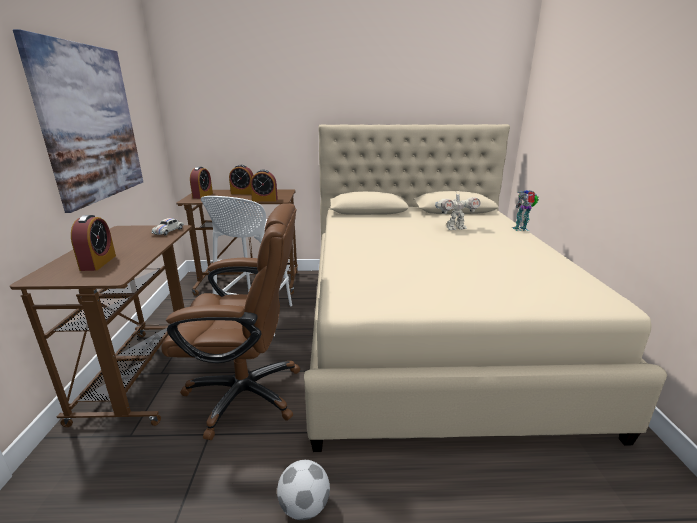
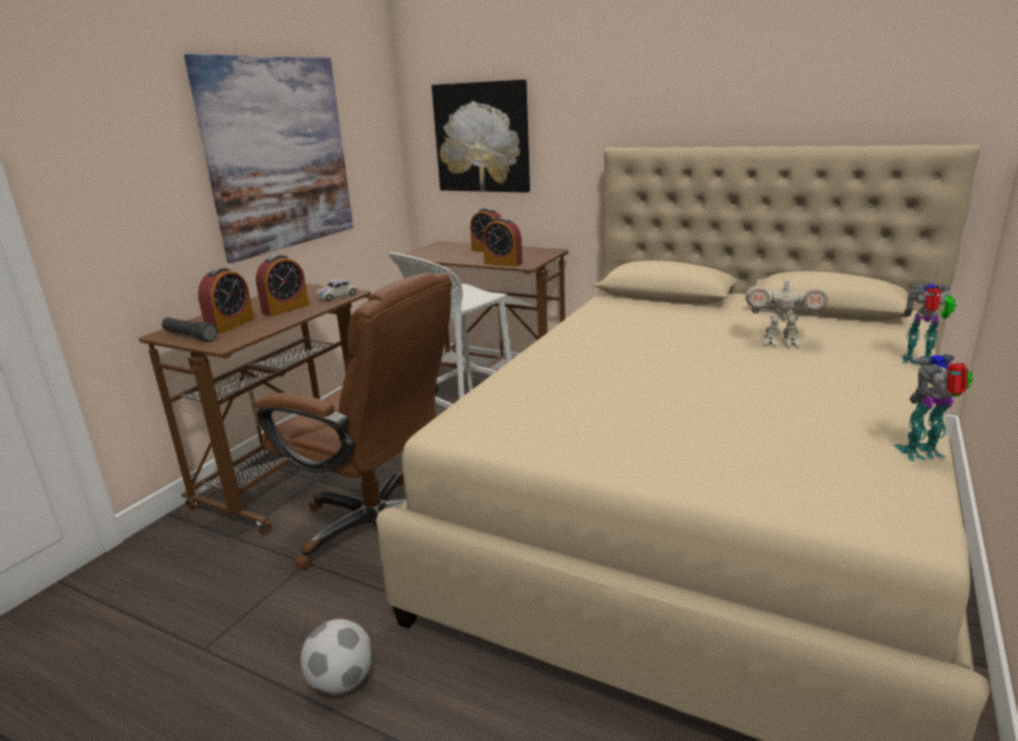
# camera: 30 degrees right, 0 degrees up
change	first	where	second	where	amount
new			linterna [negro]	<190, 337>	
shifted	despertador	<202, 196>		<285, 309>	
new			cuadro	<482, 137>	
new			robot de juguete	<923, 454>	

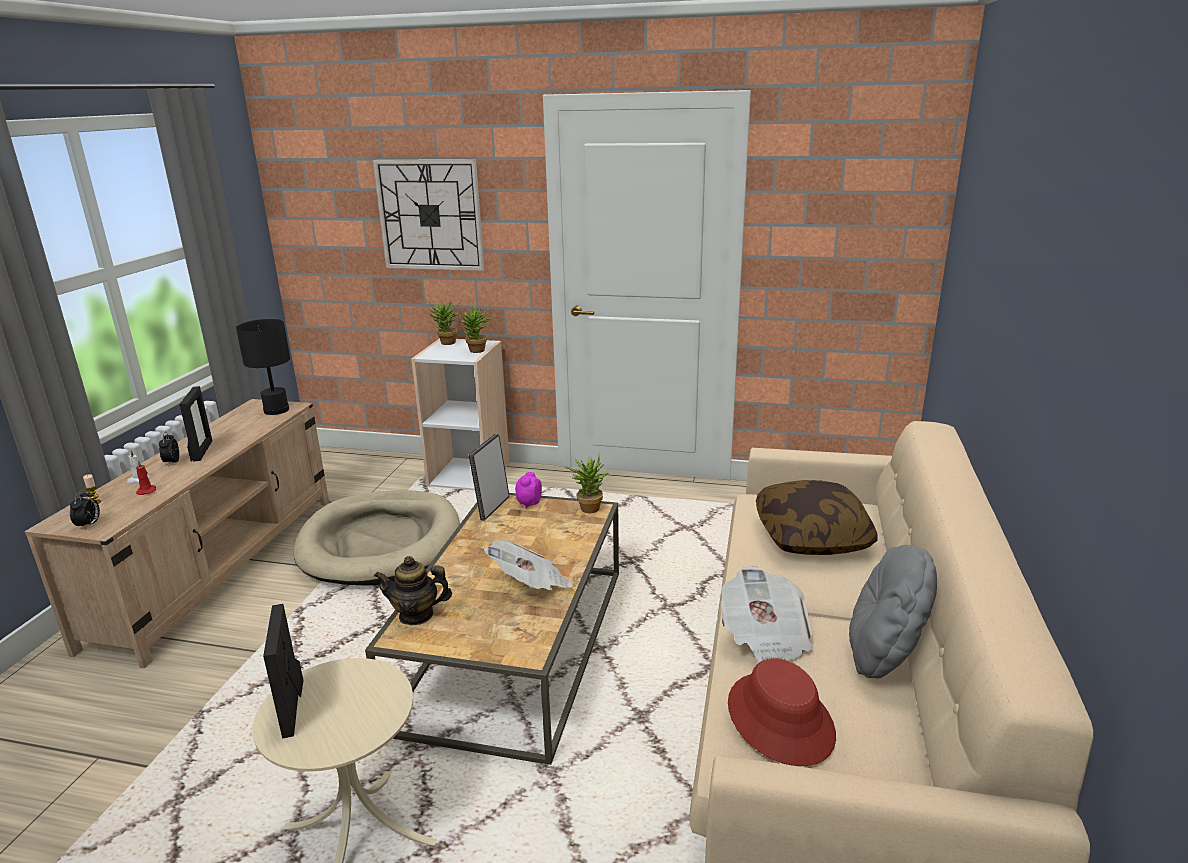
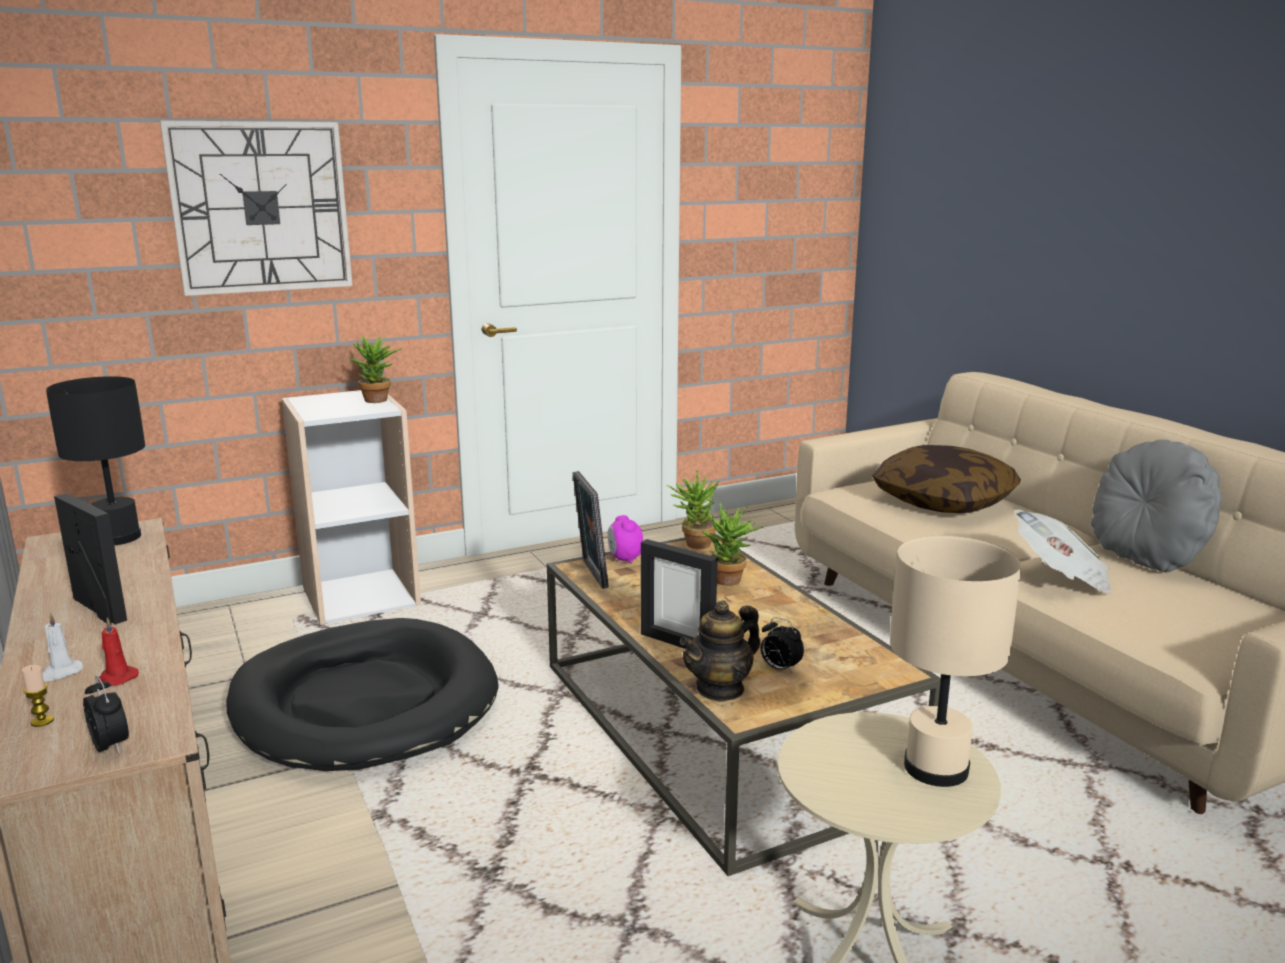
# camera: 40 degrees left, 5 degrees down
change	first	where	second	where	amount
repainted	cama para perro [beis]	<381, 543>	cama para perro [negro]	<364, 703>	
shifted	portarretratos	<293, 708>		<678, 642>	
shifted	planta en maceta	<446, 343>		<729, 583>	
shifted	despertador	<172, 462>		<779, 669>	
new			lámpara de mesa [beis]	<934, 768>	
gone	periódico	<530, 585>			
gone	sombrero [rojo]	<780, 719>			

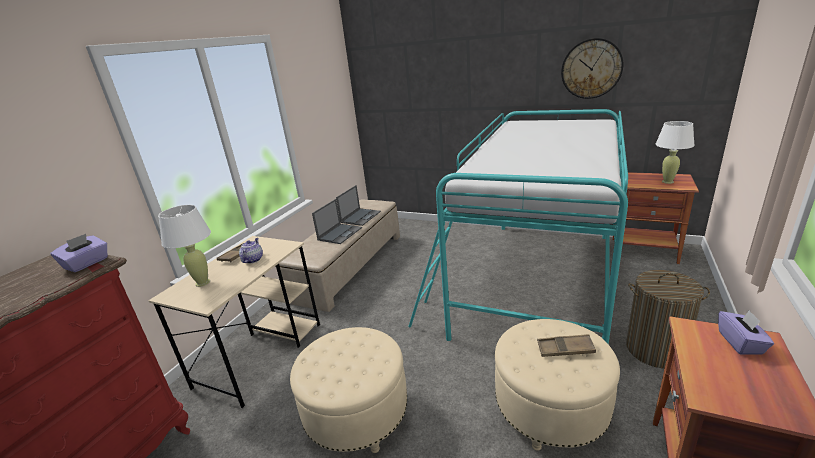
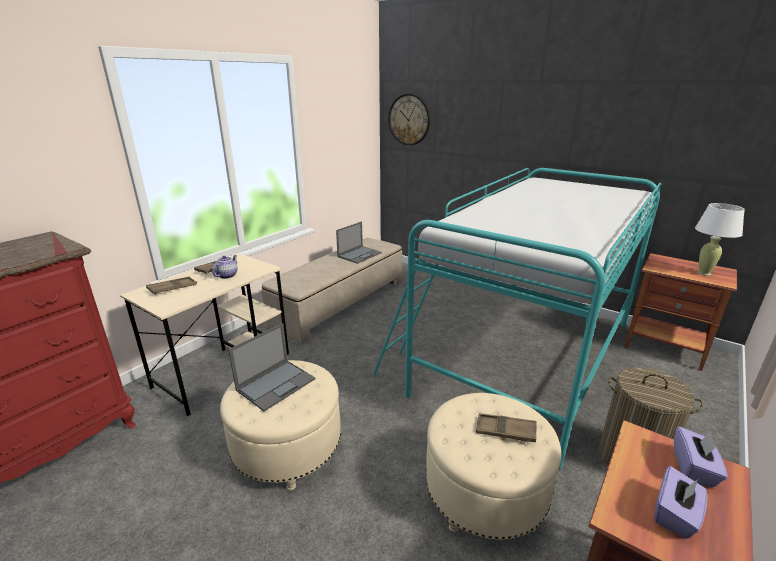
# camera: 10 degrees right, 0 degrees up
change	first	where	second	where	amount
swapped	lámpara de mesa [blanco]	<202, 282>	bandeja [marrón]	<172, 288>	
shifted	portátil	<340, 233>		<276, 384>	
shifted	reloj de pared	<591, 69>		<409, 120>	
shifted	caja de pañuelos [morado]	<87, 263>		<675, 515>	

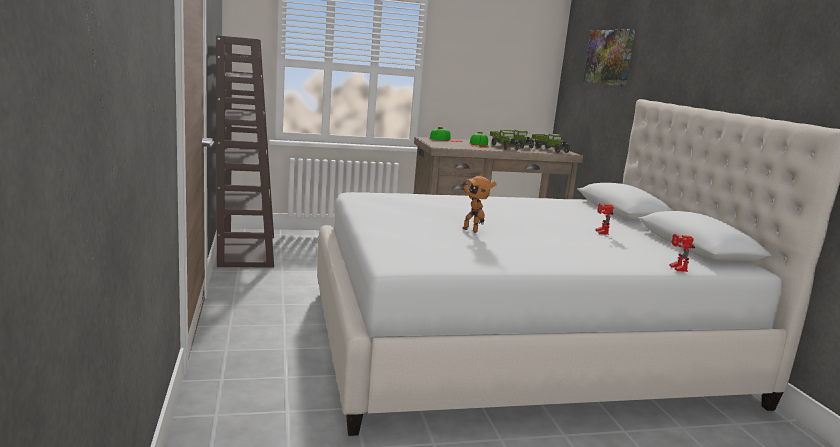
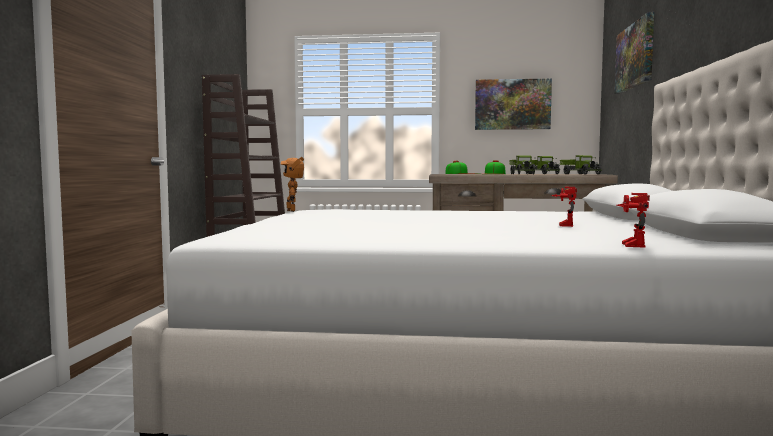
# camera: 20 degrees right, 10 degrees down
change	first	where	second	where	amount
shifted	robot de juguete	<471, 230>		<293, 211>	
new			cuadro	<512, 104>	

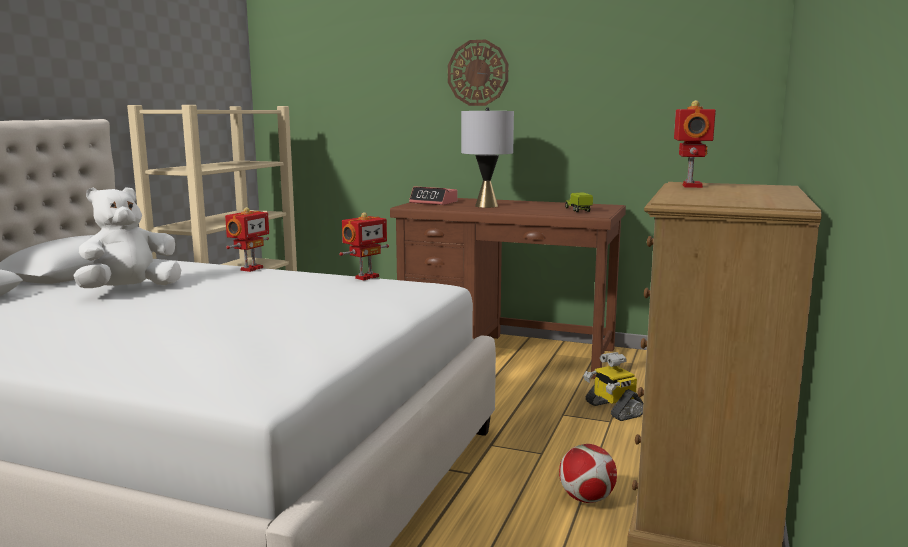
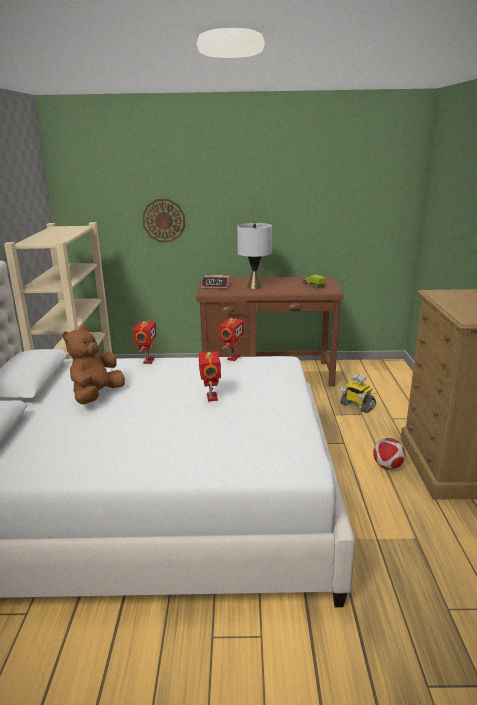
# camera: 20 degrees left, 10 degrees up
change	first	where	second	where	amount
repainted	peluche [blanco]	<130, 290>	peluche [marrón]	<96, 395>	
shifted	reloj de pared	<478, 73>		<164, 220>	
shifted	robot de juguete	<690, 186>		<211, 397>	

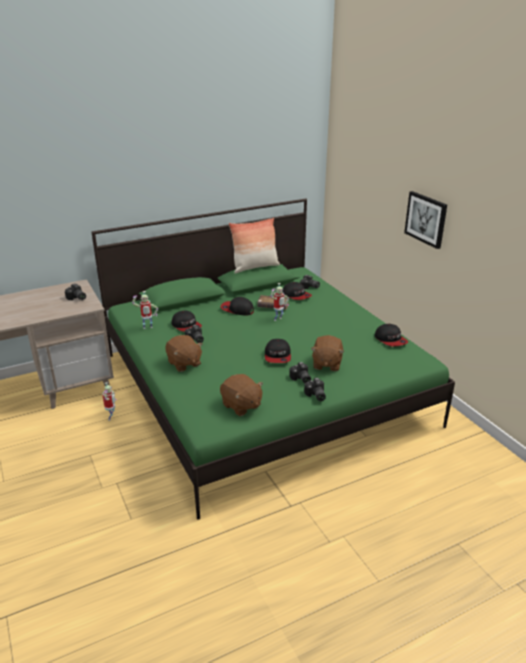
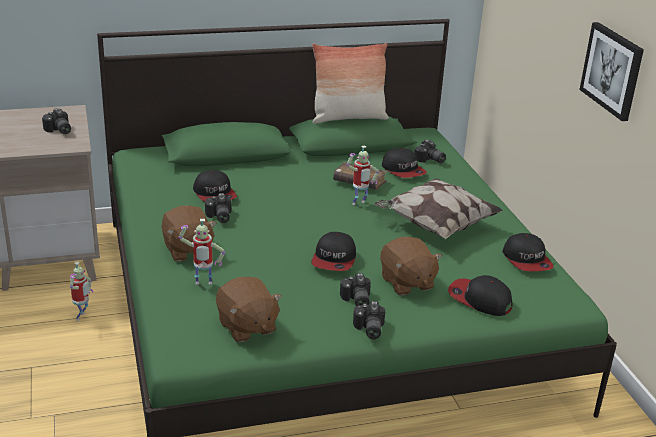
# camera: 10 degrees right, 0 degrees up
change	first	where	second	where	amount
shifted	robot de juguete	<147, 328>		<203, 284>	
new			cojín	<435, 225>	
rotated	peluche [marrón]	<326, 364>		<406, 283>	45 degrees counterclockwise
shifted	gorra	<237, 309>		<479, 299>	

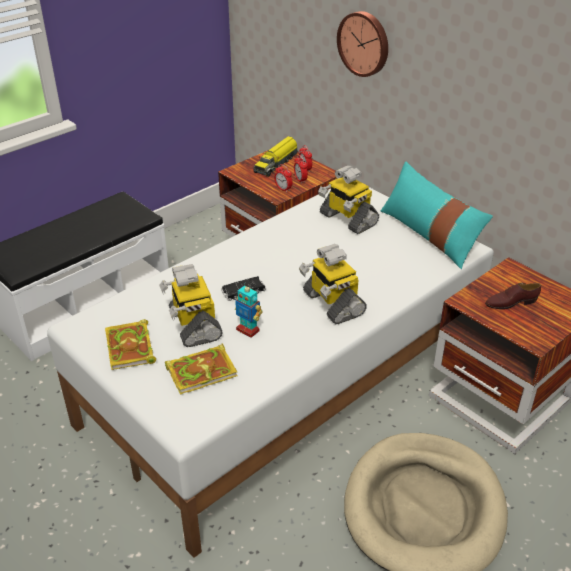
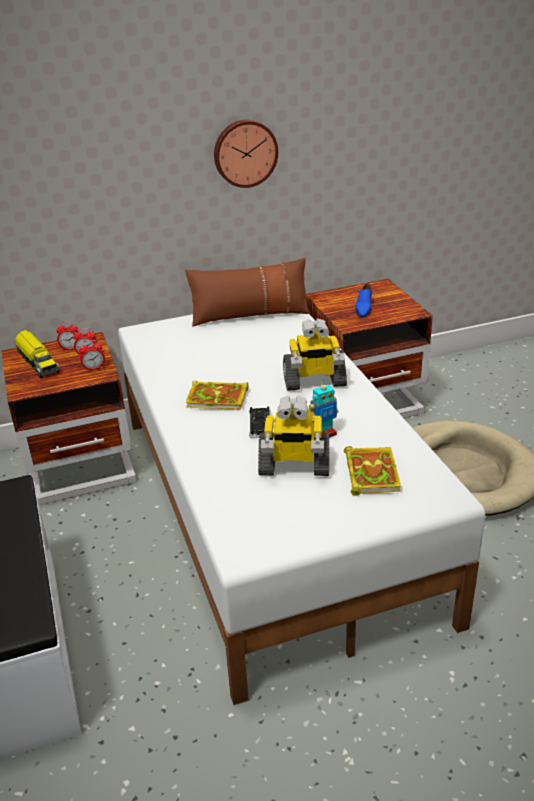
# camera: 65 degrees left, 5 degrees down
change	first	where	second	where	amount
repainted	cojín [turquesa]	<429, 234>	cojín [marrón]	<250, 314>	
shifted	libro	<131, 348>		<219, 398>	
shifted	reloj de pared	<364, 43>		<245, 153>	
repainted	zapato [marrón]	<510, 303>	zapato [azul]	<363, 308>	
gone	robot de juguete	<347, 219>			

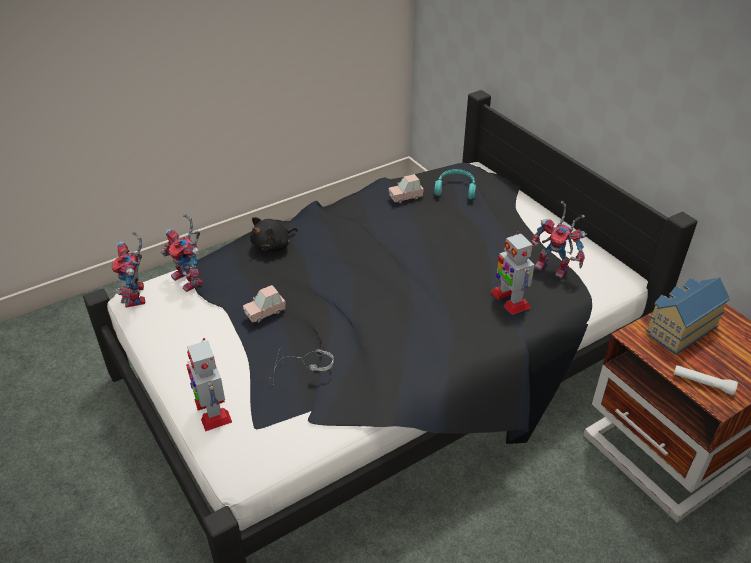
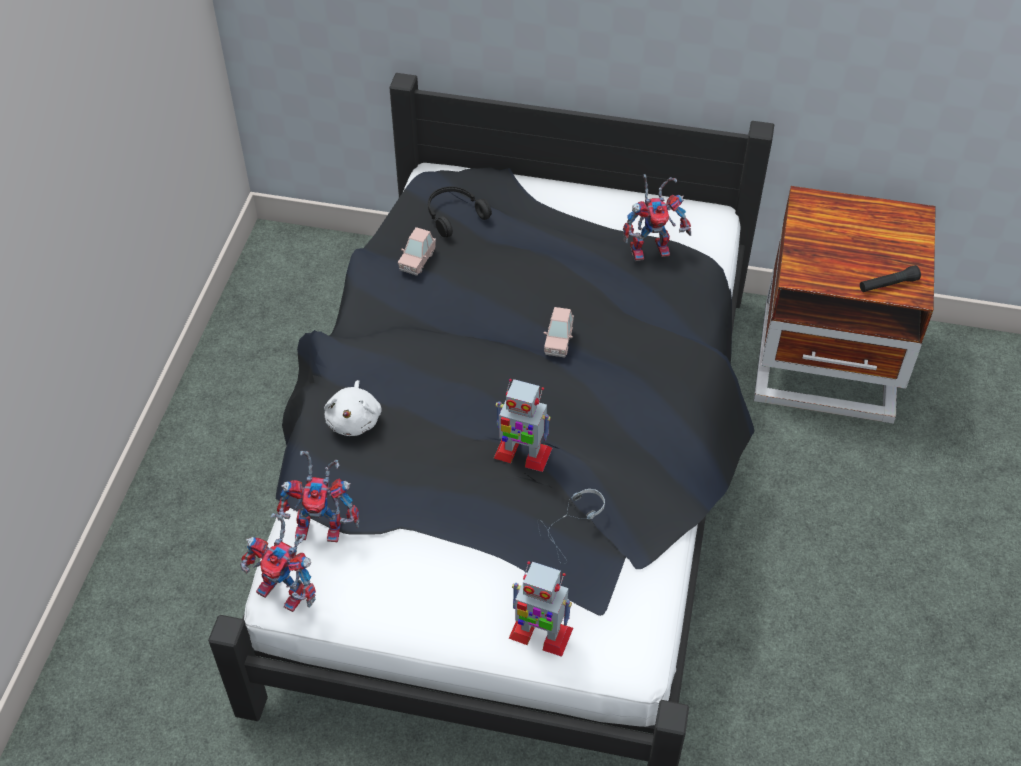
# camera: 45 degrees left, 10 degrees up
change	first	where	second	where	amount
repainted	peluche [negro]	<273, 246>	peluche [blanco]	<354, 420>	
repainted	auriculares [turquesa]	<456, 189>	auriculares [negro]	<454, 215>	
shifted	robot de juguete	<510, 299>		<522, 453>	
shifted	coche de juguete [rosa]	<265, 312>		<558, 341>	
repainted	linterna [blanco]	<702, 383>	linterna [negro]	<888, 284>	
gone	casita	<679, 328>			

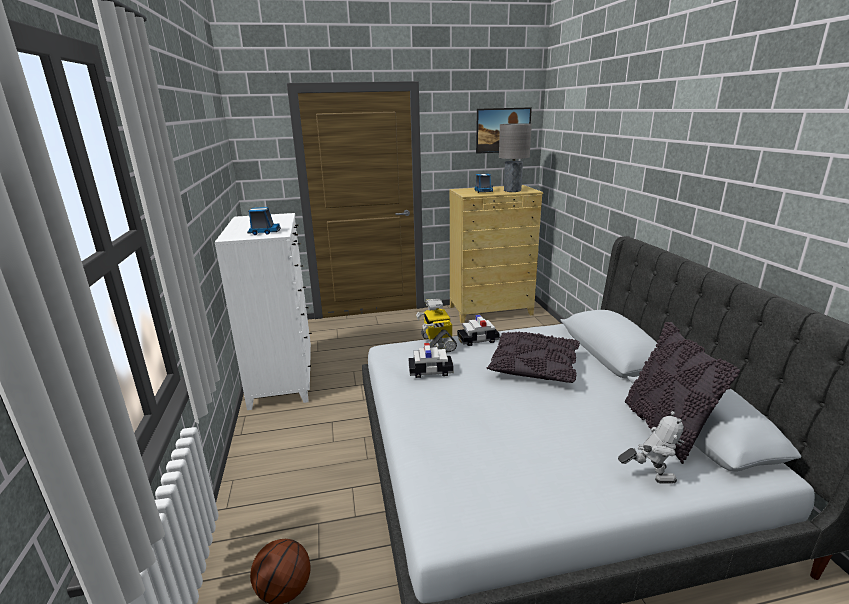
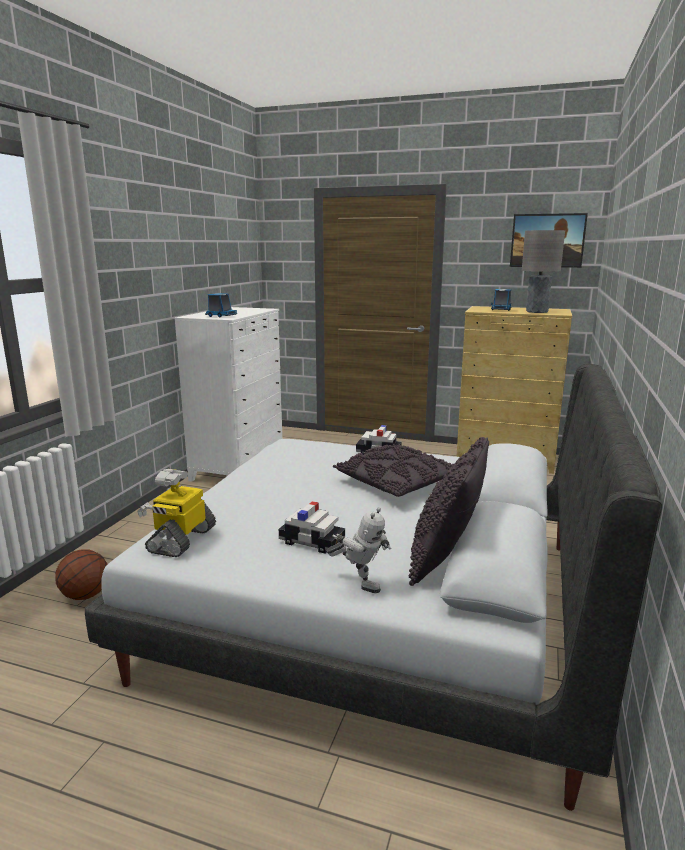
# camera: 30 degrees right, 5 degrees down
change	first	where	second	where	amount
shifted	robot de juguete	<437, 343>		<181, 539>	
shifted	coche de juguete	<431, 371>		<312, 542>	

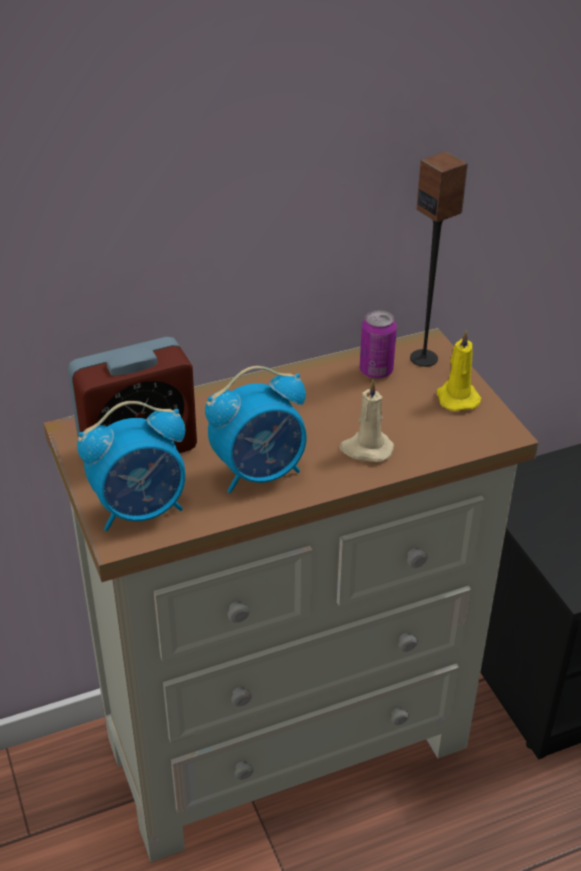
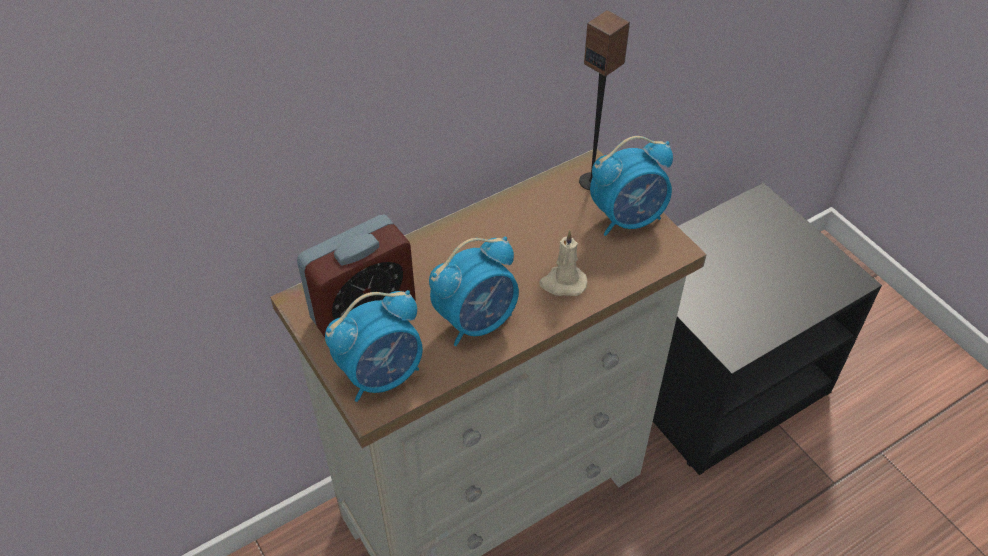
# camera: 10 degrees left, 10 degrees up
change	first	where	second	where	amount
swapped	vela [amarillo]	<456, 397>	despertador	<628, 218>	
gone	lata	<376, 371>			

